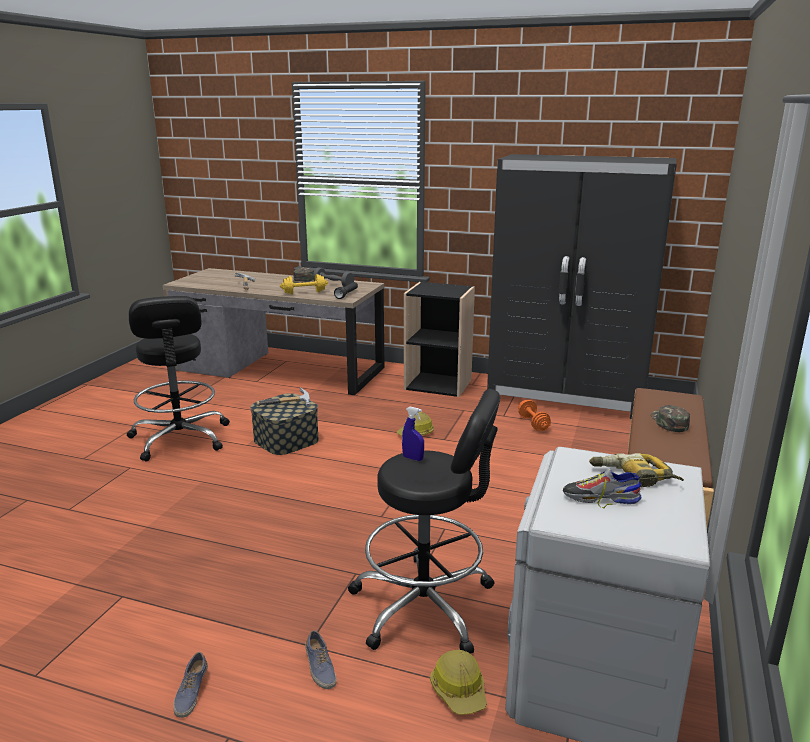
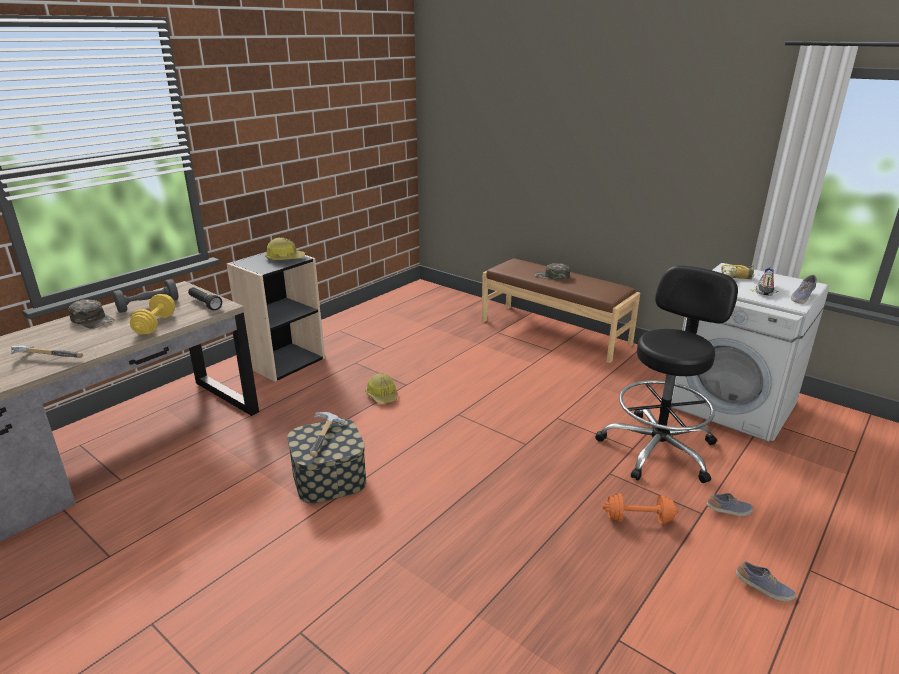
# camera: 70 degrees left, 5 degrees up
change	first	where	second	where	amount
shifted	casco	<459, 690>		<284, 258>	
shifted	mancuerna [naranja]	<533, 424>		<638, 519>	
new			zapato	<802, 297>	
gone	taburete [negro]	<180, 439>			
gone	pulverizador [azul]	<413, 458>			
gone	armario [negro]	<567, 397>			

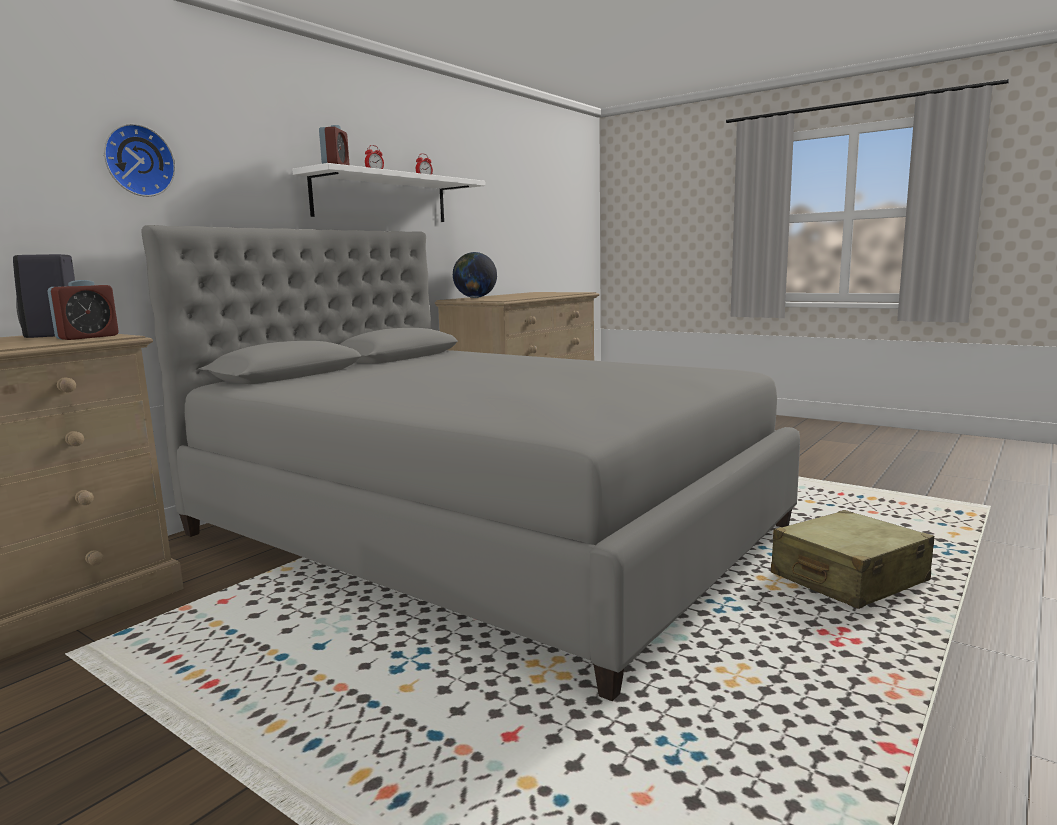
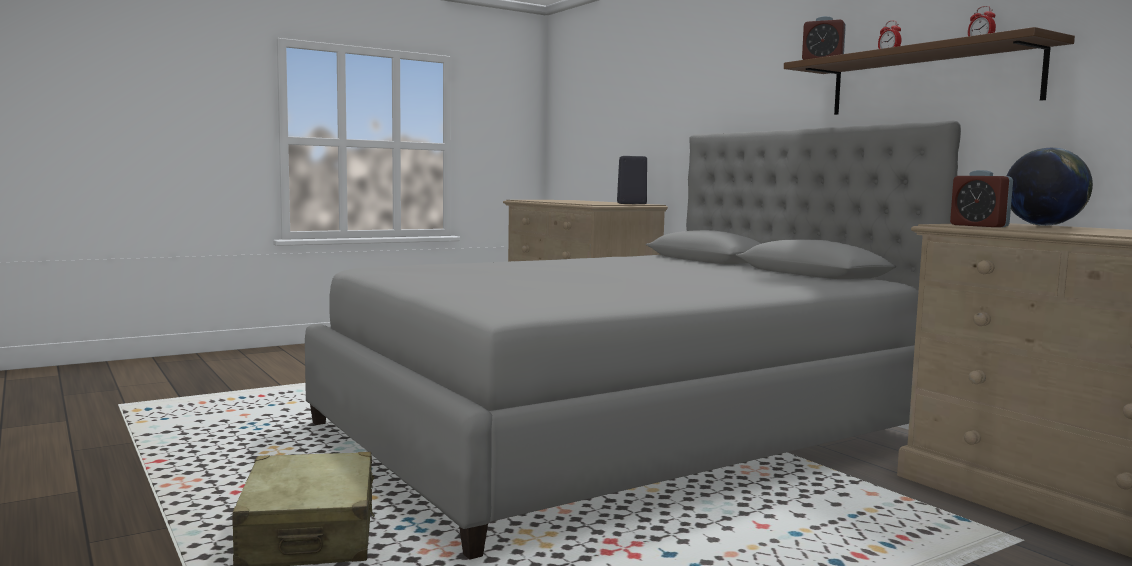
# camera: 110 degrees right, 5 degrees down
change	first	where	second	where	amount
repainted	estante [blanco]	<381, 198>	estante [marrón]	<930, 81>	
shifted	despertador	<87, 337>		<979, 226>	
gone	reloj de pared	<138, 161>			

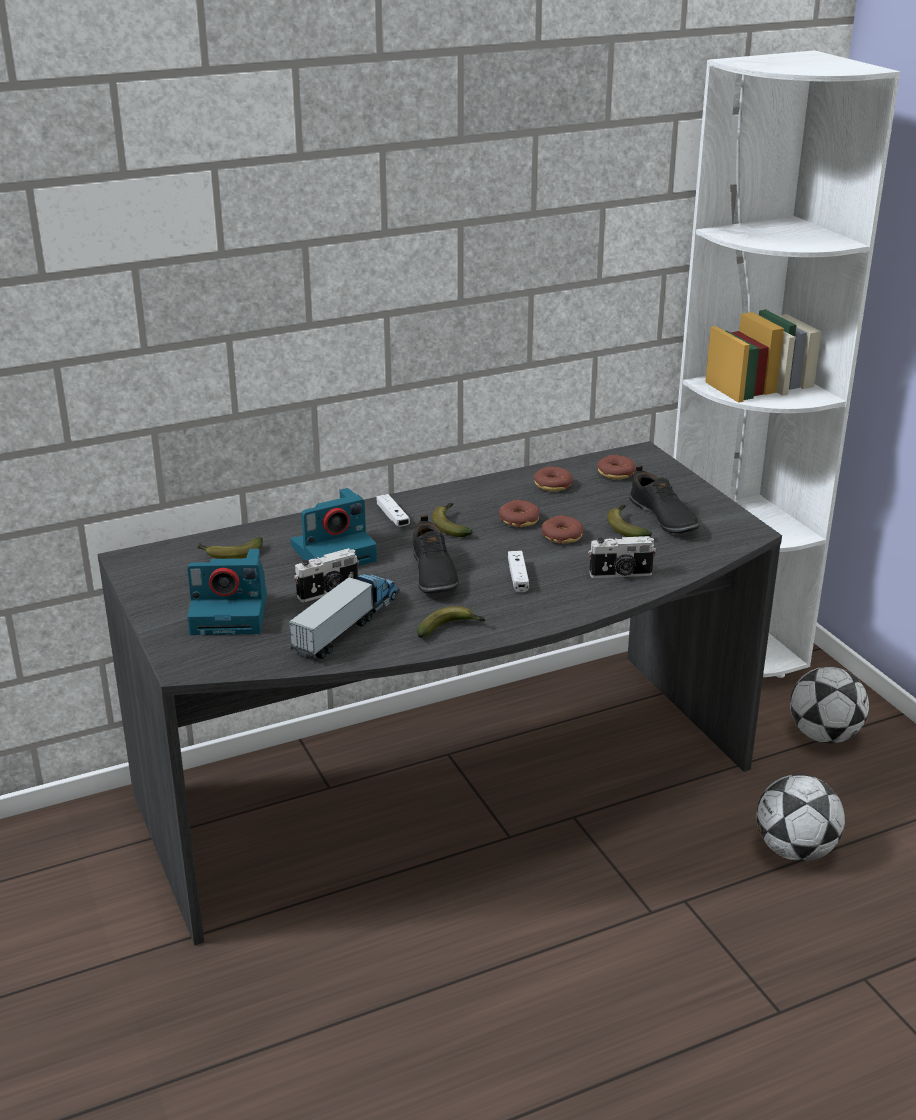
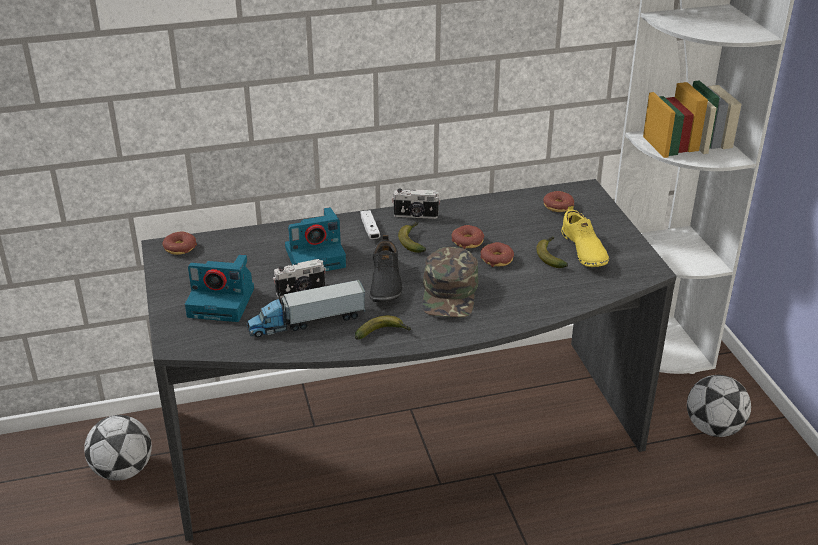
# camera: 10 degrees right, 5 degrees up
change	first	where	second	where	amount
shifted	balón de fútbol	<795, 850>		<123, 470>	
shifted	rosquilla	<552, 485>		<180, 248>	
rotated	camión de juguete	<348, 625>		<306, 322>	150 degrees counterclockwise
shifted	cámara	<621, 574>		<415, 216>	
swapped	mando de consola [blanco]	<518, 577>	gorra [verde]	<450, 292>	
repainted	zapato [negro]	<663, 518>	zapato [amarillo]	<583, 250>	
gone	plátano	<229, 554>			

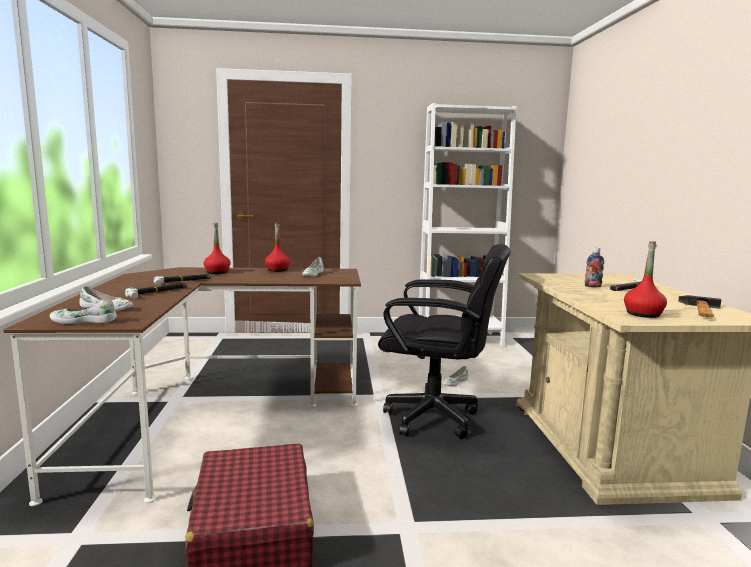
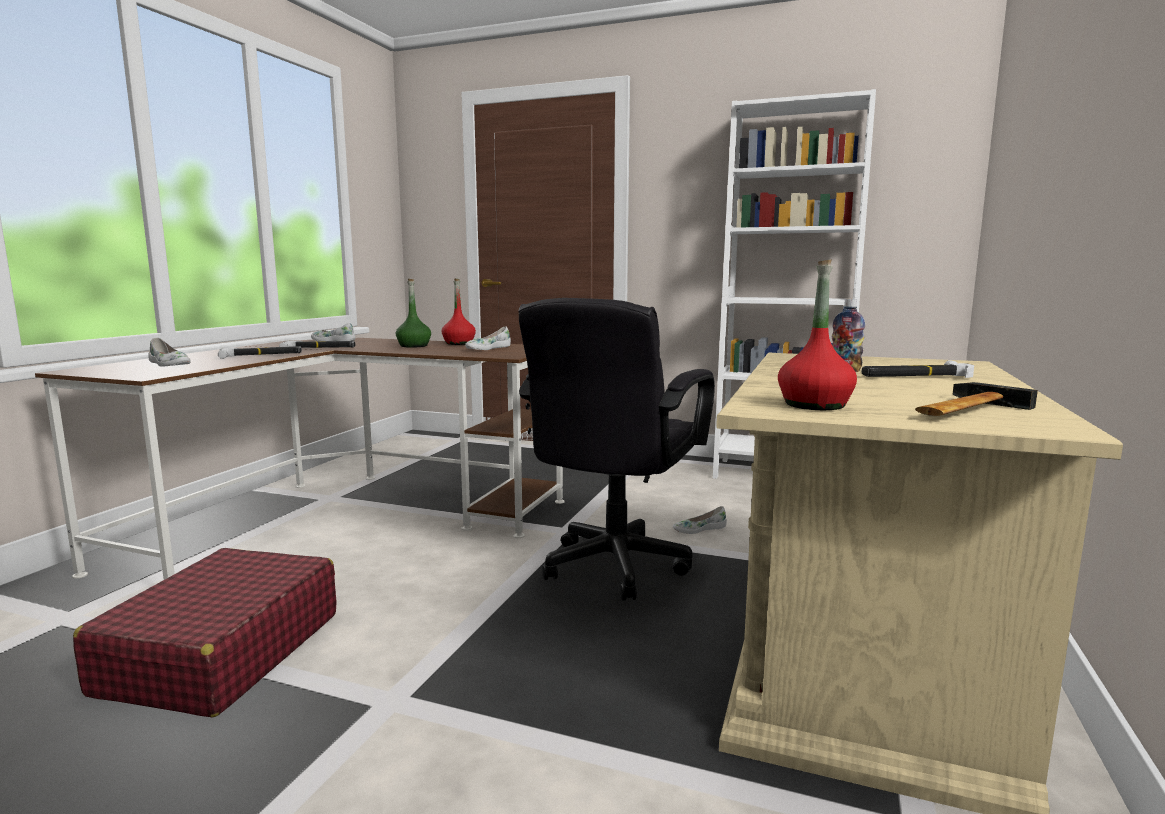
# camera: 25 degrees right, 0 degrees up
change	first	where	second	where	amount
shifted	zapato [blanco]	<84, 321>		<333, 341>	
new			botella [verde]	<414, 346>	
rotated	silla de oficina [negro]	<437, 418>		<613, 571>	75 degrees clockwise
gone	botella [rojo]	<217, 272>			

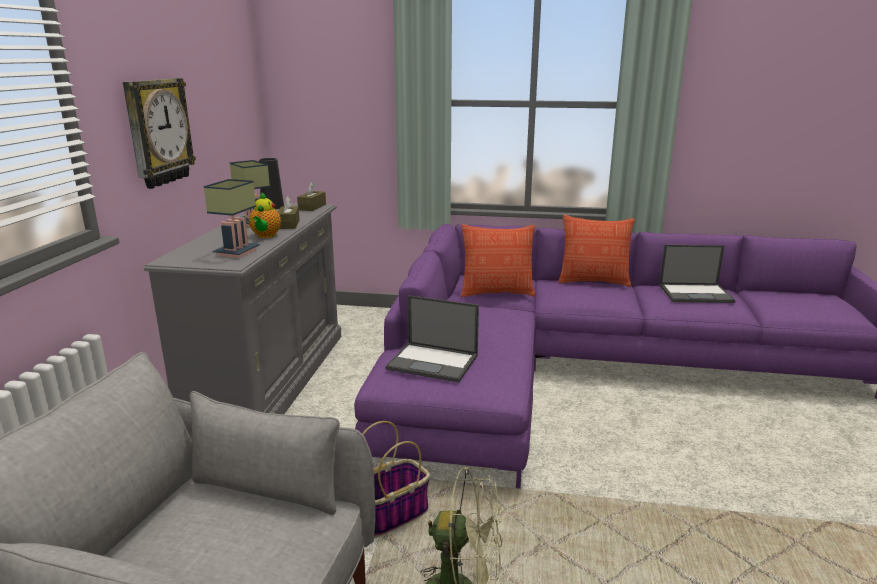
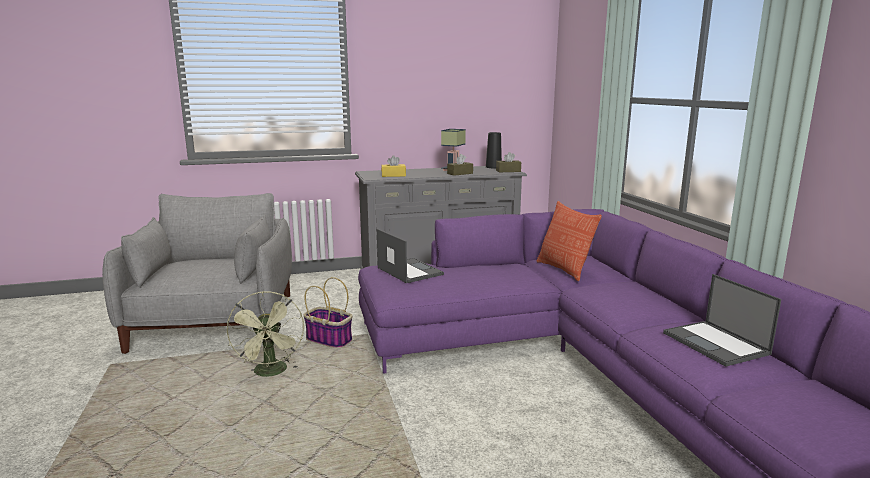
# camera: 65 degrees right, 5 degrees down
change	first	where	second	where	amount
rotated	portátil	<434, 362>		<409, 271>	150 degrees clockwise
swapped	lámpara de mesa	<236, 251>	caja de pañuelos [amarillo]	<393, 175>	
gone	reloj de pared	<157, 132>			
gone	tetera	<265, 236>			
gone	cojín [naranja]	<593, 282>			

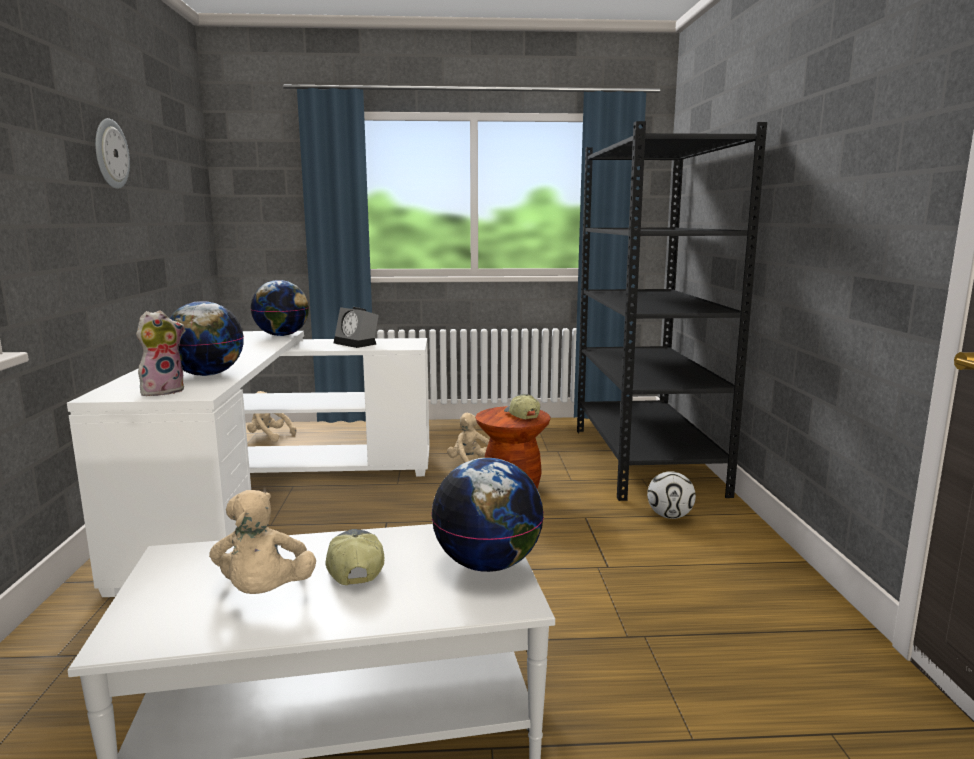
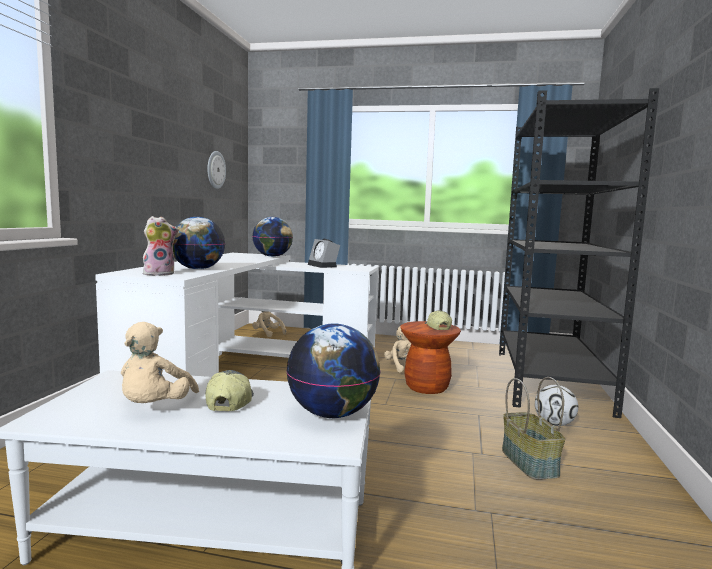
# camera: 15 degrees right, 5 degrees down
change	first	where	second	where	amount
shifted	reloj de pared	<110, 154>		<215, 170>	
new			cesta	<530, 462>	

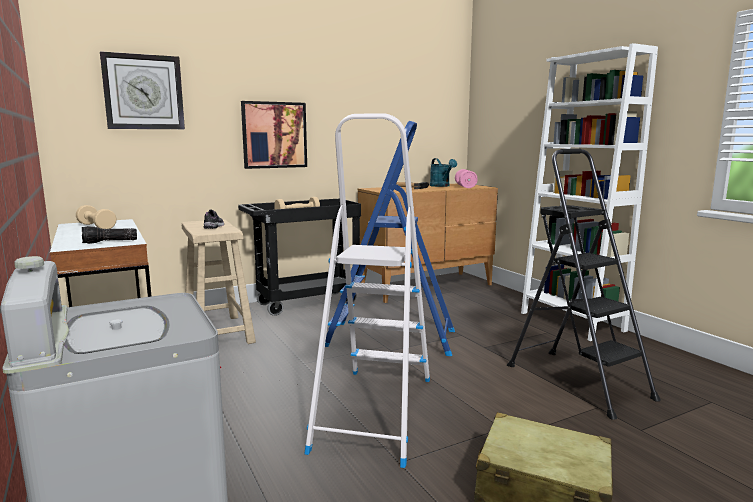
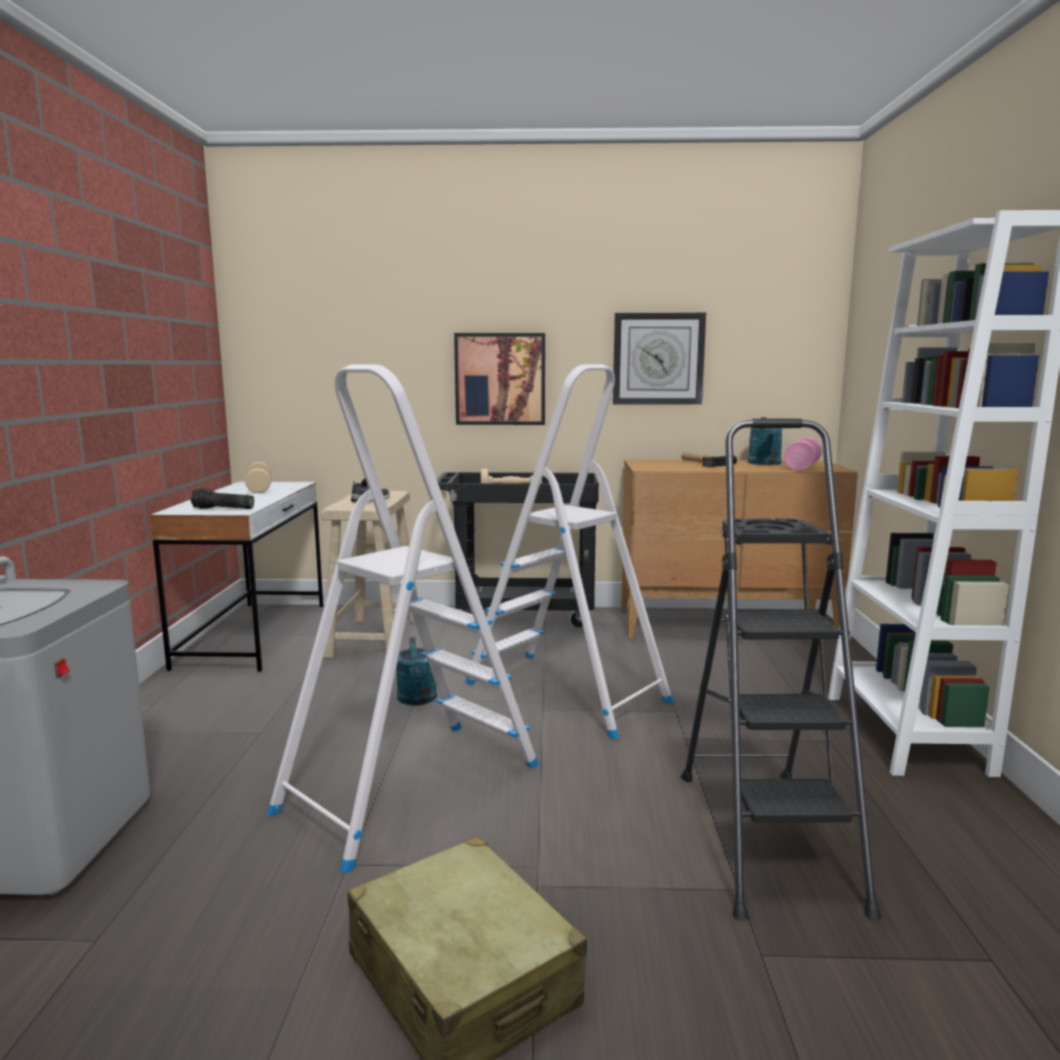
# camera: 30 degrees right, 0 degrees up
change	first	where	second	where	amount
new			regadera [turquesa]	<418, 700>	
repainted	escalera de tijera [azul]	<390, 338>	escalera de tijera [blanco]	<564, 692>	
shifted	reloj de pared	<143, 92>		<658, 359>	

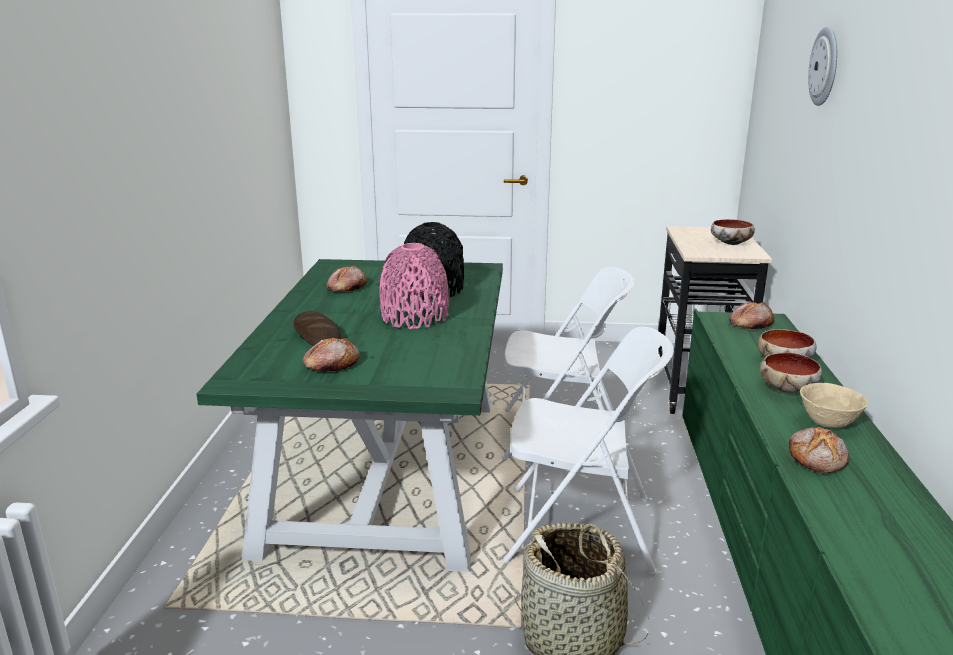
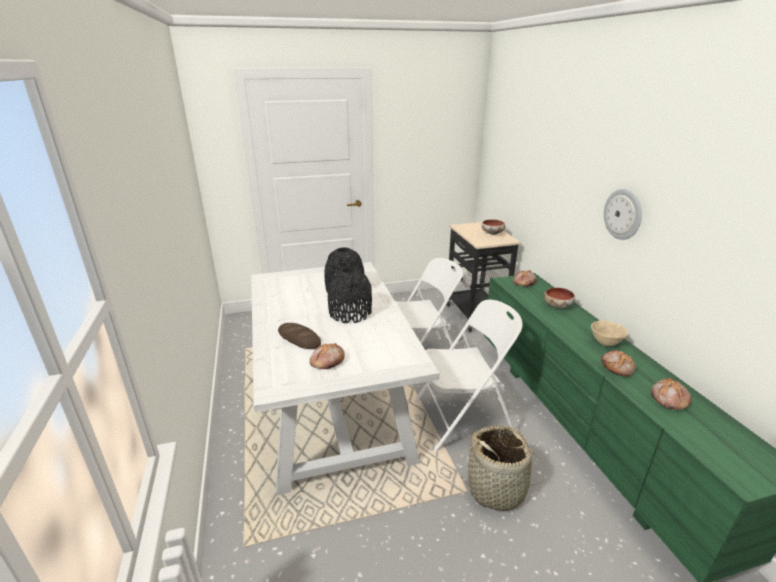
# camera: 20 degrees left, 5 degrees up
change	first	where	second	where	amount
repainted	mesa de comedor [verde]	<387, 470>	mesa de comedor [blanco]	<332, 405>	
repainted	florero [rosa]	<414, 317>	florero [negro]	<350, 313>	
shifted	reloj de pared	<825, 66>		<623, 214>	
shifted	pan	<346, 287>		<668, 399>	
gone	cuenco	<787, 388>			

